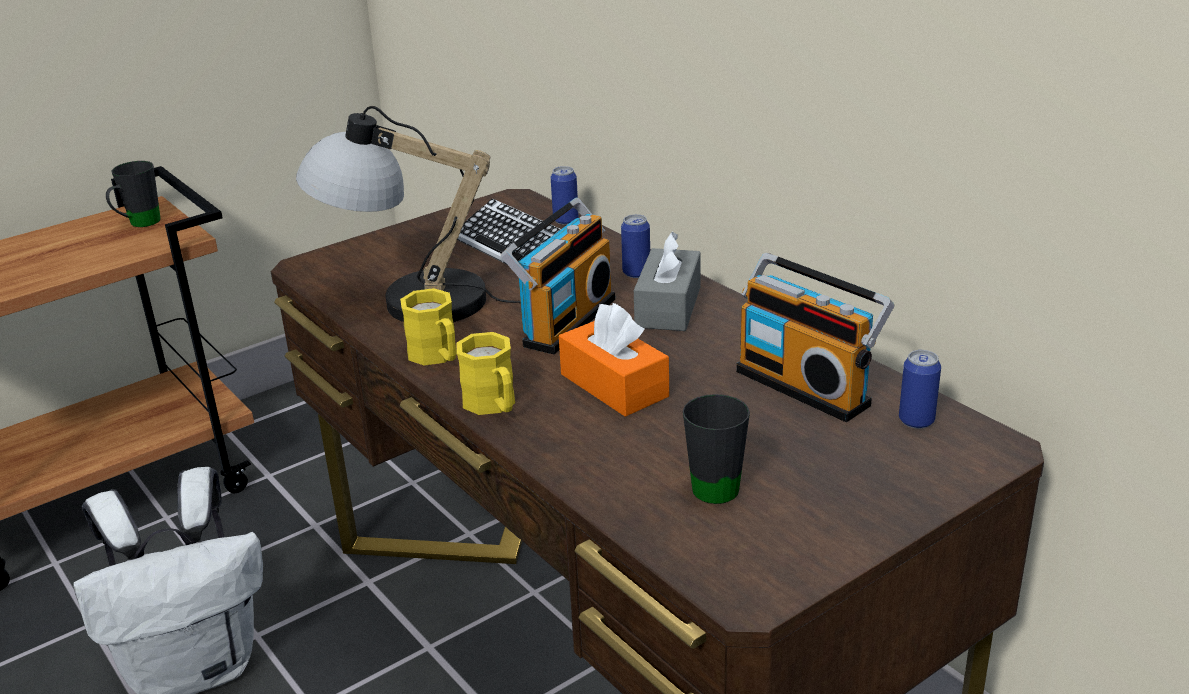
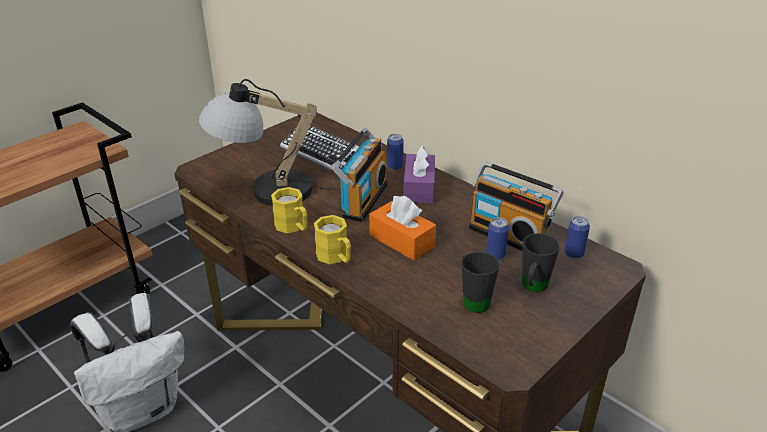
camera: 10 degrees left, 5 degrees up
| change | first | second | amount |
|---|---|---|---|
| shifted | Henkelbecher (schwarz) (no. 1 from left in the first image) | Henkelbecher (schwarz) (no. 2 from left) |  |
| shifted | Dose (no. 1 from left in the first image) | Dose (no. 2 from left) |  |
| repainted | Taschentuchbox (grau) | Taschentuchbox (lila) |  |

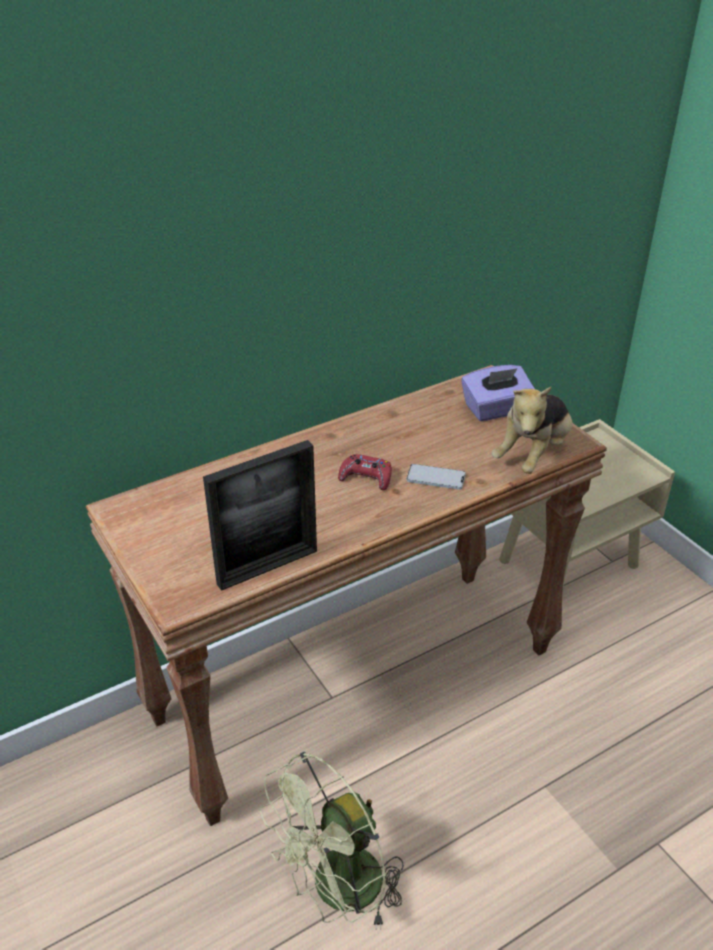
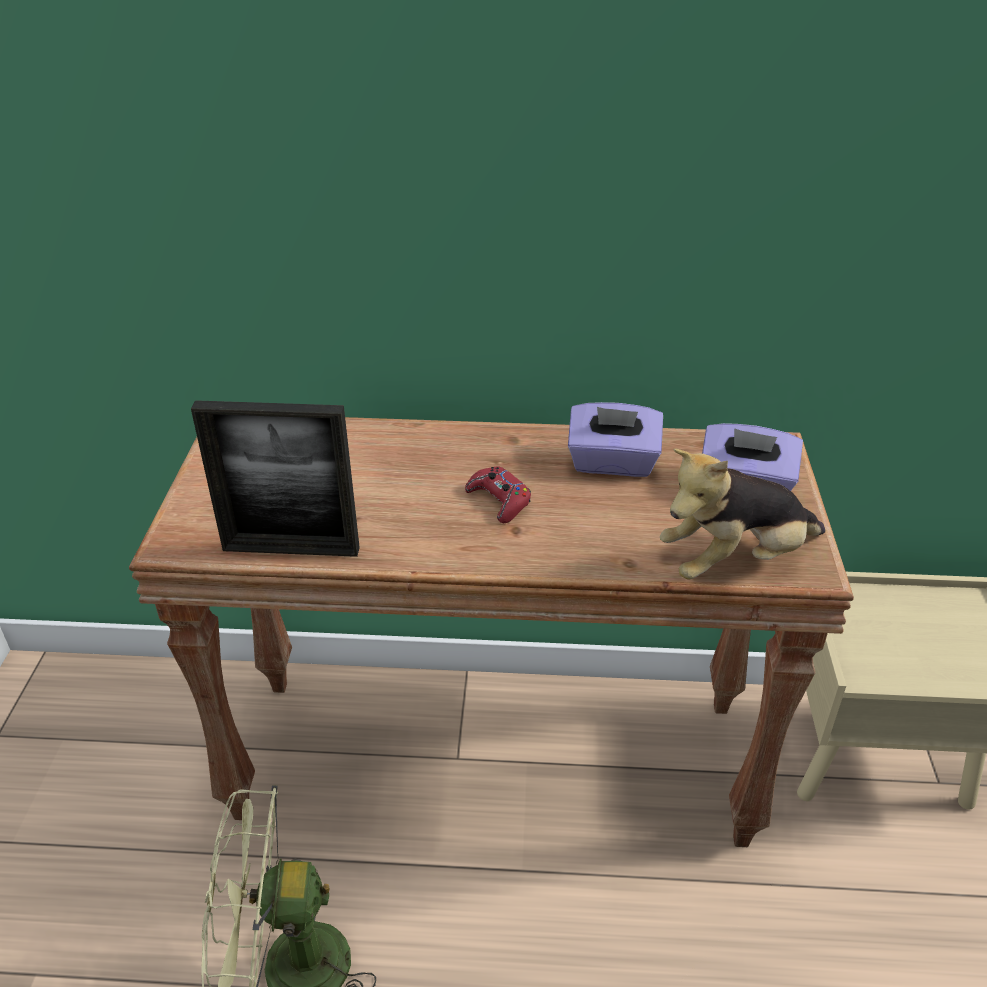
camera: 35 degrees right, 0 degrees up
| change | first | second | amount |
|---|---|---|---|
| gone | Handy |  |  |
| new |  | Taschentuchbox (lila) (no. 1 from left) |  |

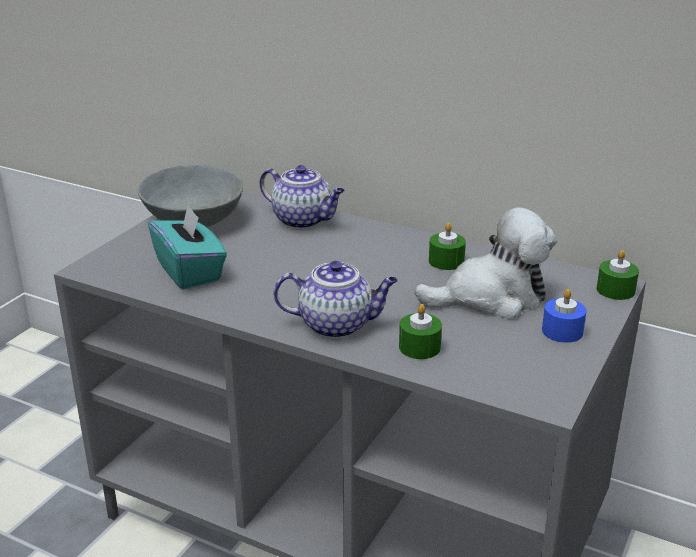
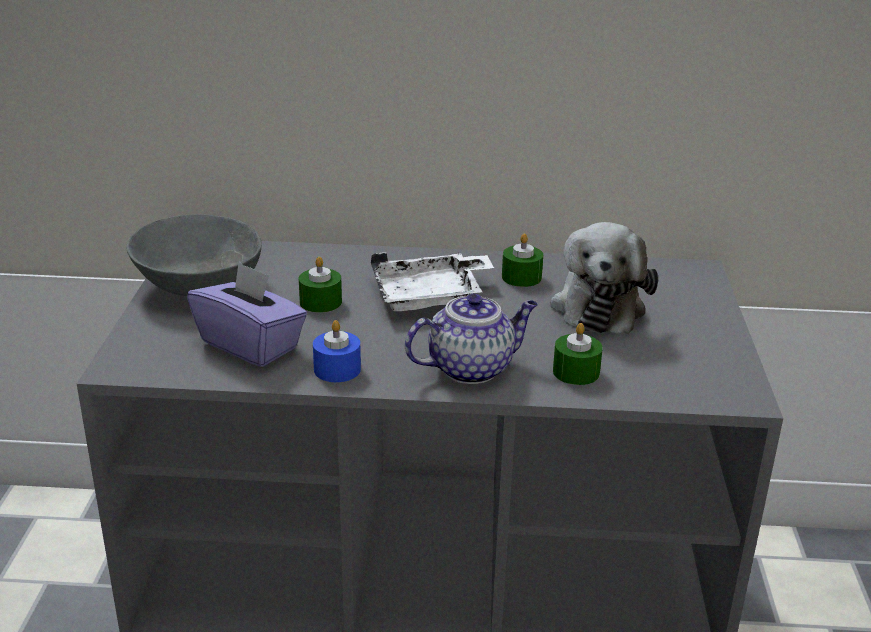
camera: 25 degrees left, 0 degrees up
| change | first | second | amount |
|---|---|---|---|
| gone | Teekanne (no. 1 from left) |  |  |
| repainted | Taschentuchbox (türkis) | Taschentuchbox (lila) |  |
| rotated | Plüschtier |  | 135 degrees clockwise |
| shifted | Kerze (grün) (no. 3 from left in the first image) | Kerze (grün) (no. 1 from left) |  |
| shifted | Kerze (blau) |  |  |
| new |  | Tablett (weiß) |  |

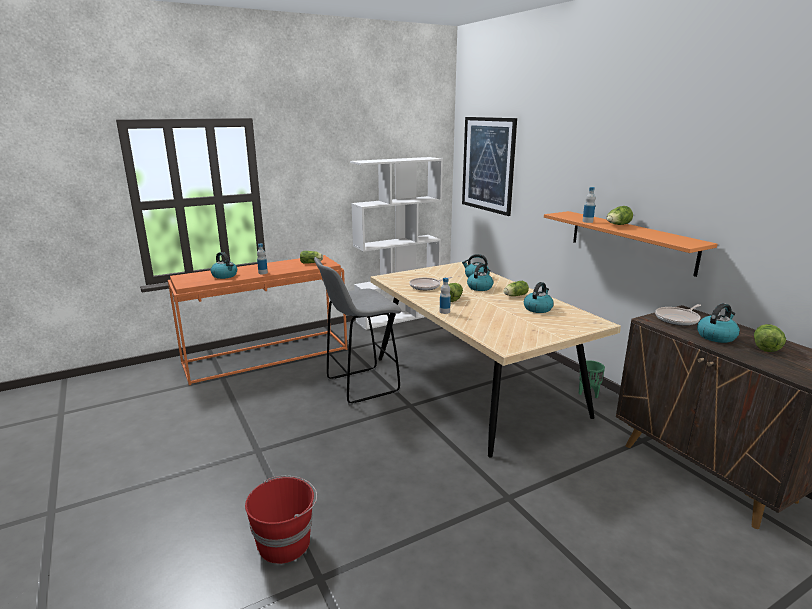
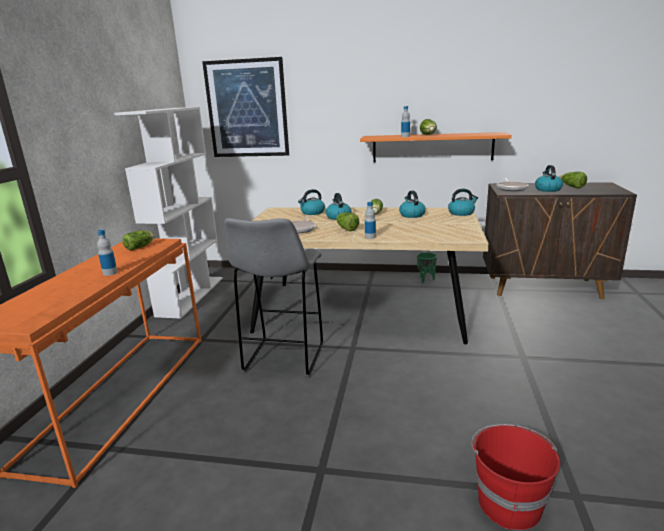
camera: 50 degrees left, 0 degrees up
| change | first | second | amount |
|---|---|---|---|
| shifted | Wasserkessel (no. 1 from left in the first image) | Wasserkessel (no. 4 from left) |  |

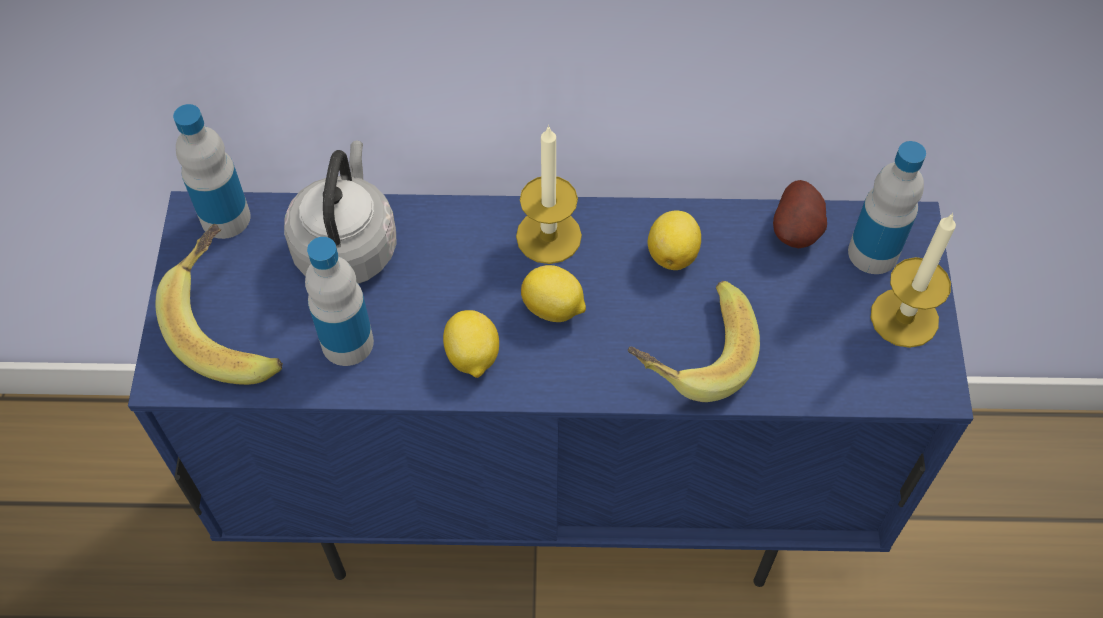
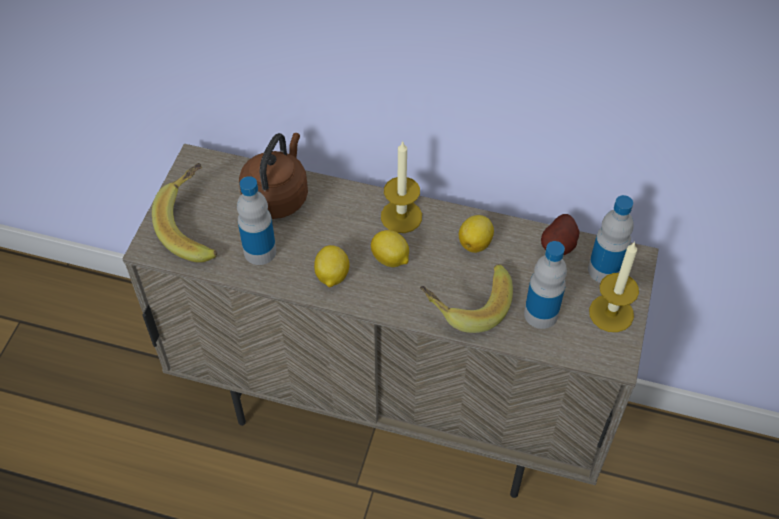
camera: 15 degrees right, 5 degrees down
| change | first | second | amount |
|---|---|---|---|
| shifted | Flasche (no. 1 from left in the first image) | Flasche (no. 2 from left) |  |
| repainted | Wasserkessel (grau) | Wasserkessel (braun) |  |
| repainted | Schrank (blau) | Schrank (beige) |  |

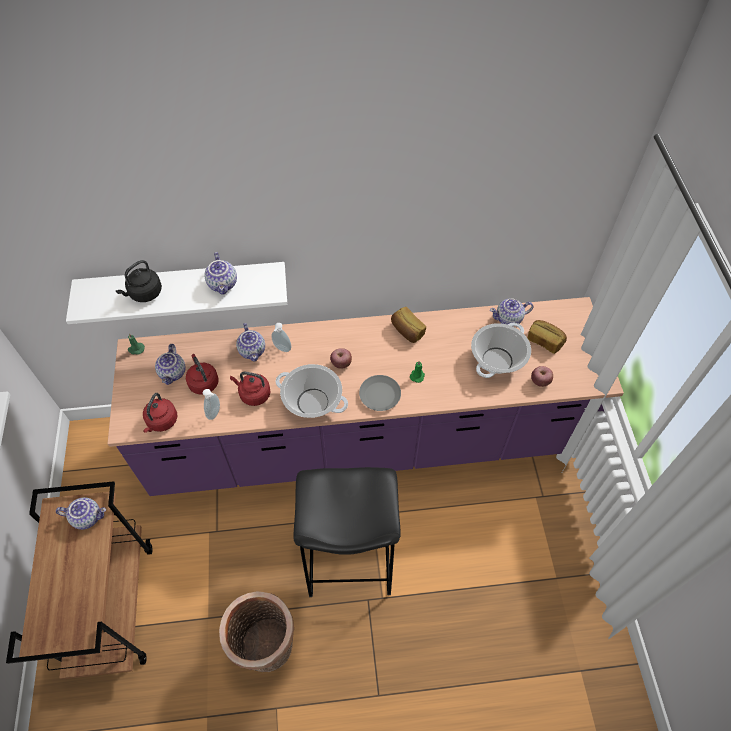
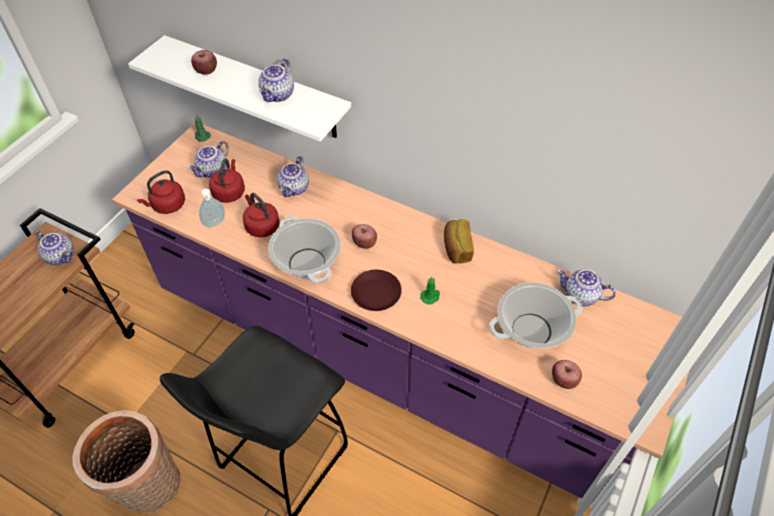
camera: 35 degrees right, 5 degrees down
| change | first | second | amount |
|---|---|---|---|
| swapped | Wasserkessel (schwarz) | Apfel (no. 1 from left) |  |
| gone | Brot (no. 2 from left) |  |  |
| gone | Seifenspender (no. 2 from left) |  |  |
| repainted | Teller (grau) | Teller (braun) |  |

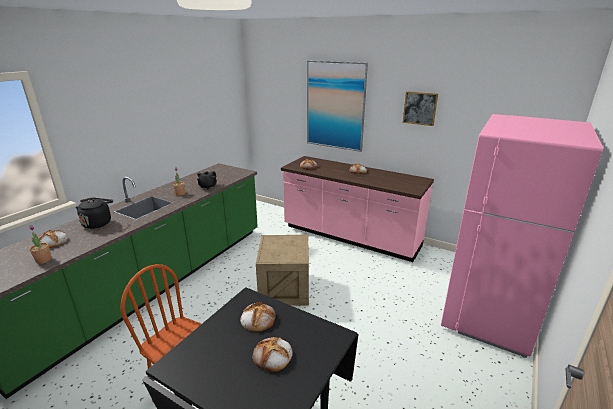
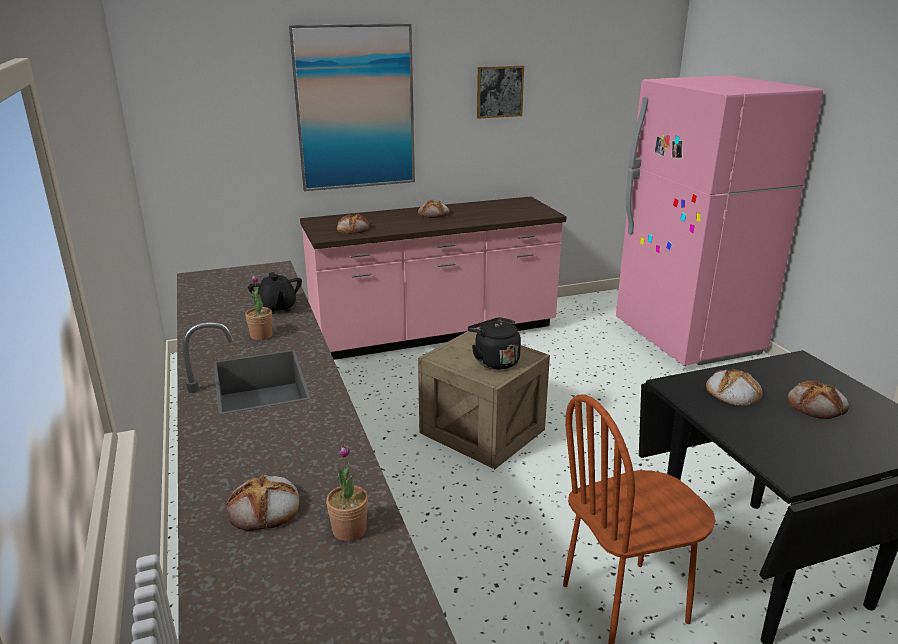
camera: 50 degrees left, 0 degrees up
| change | first | second | amount |
|---|---|---|---|
| shifted | Wasserkessel (schwarz) |  |  |

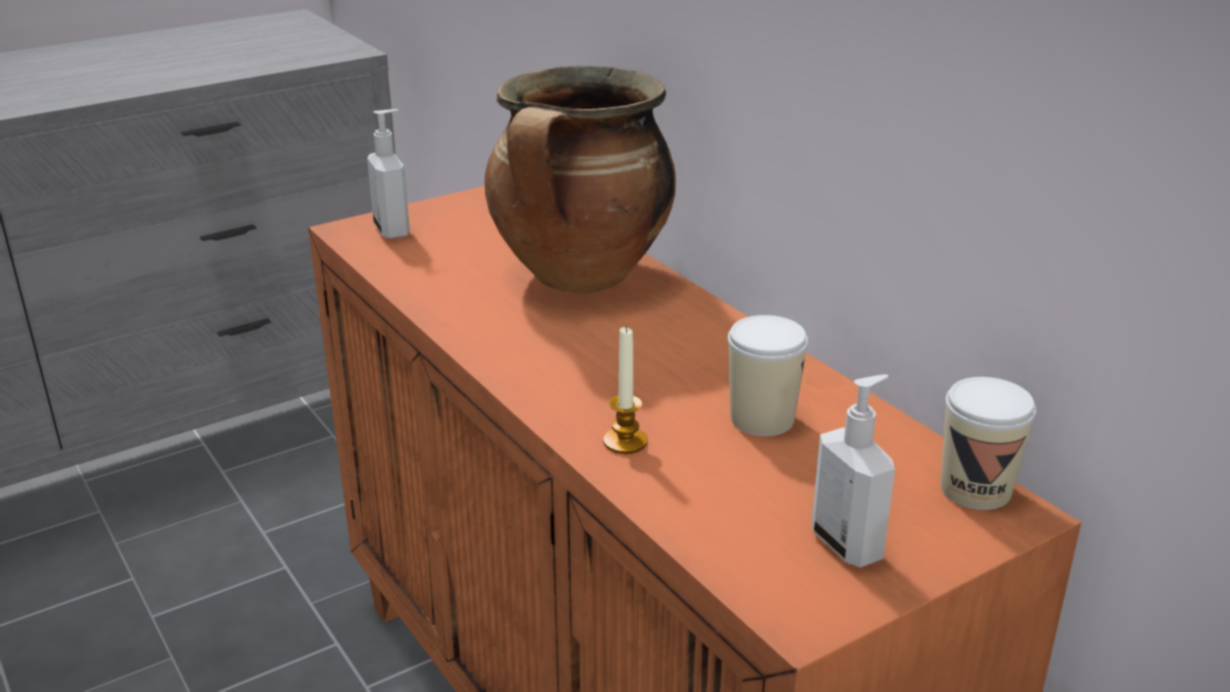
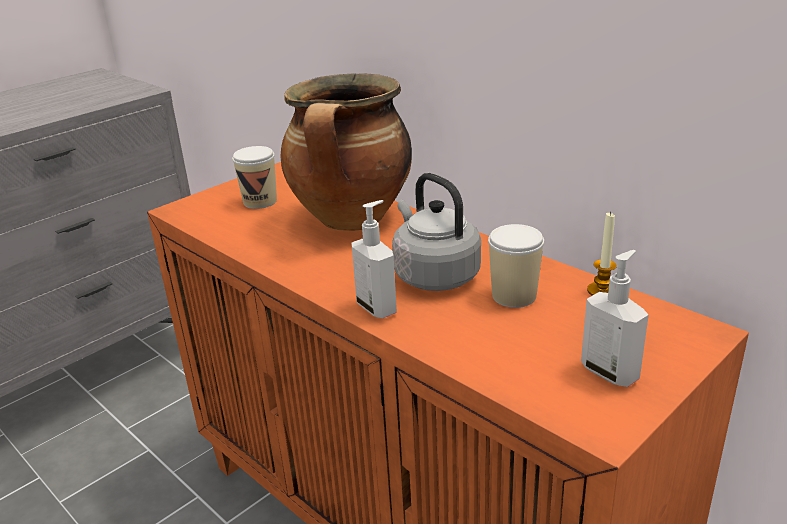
camera: 10 degrees left, 0 degrees up
| change | first | second | amount |
|---|---|---|---|
| shifted | Seifenspender (no. 1 from left) |  |  |
| shifted | Kerze |  |  |
| shifted | Tasse (no. 2 from left in the first image) | Tasse (no. 1 from left) |  |
| new |  | Wasserkessel (grau) |  |

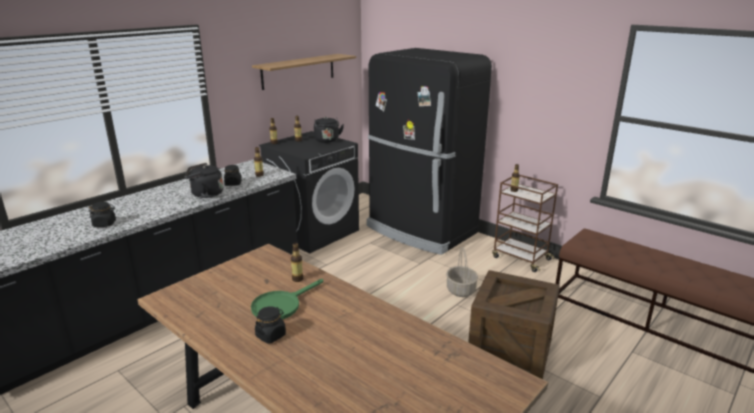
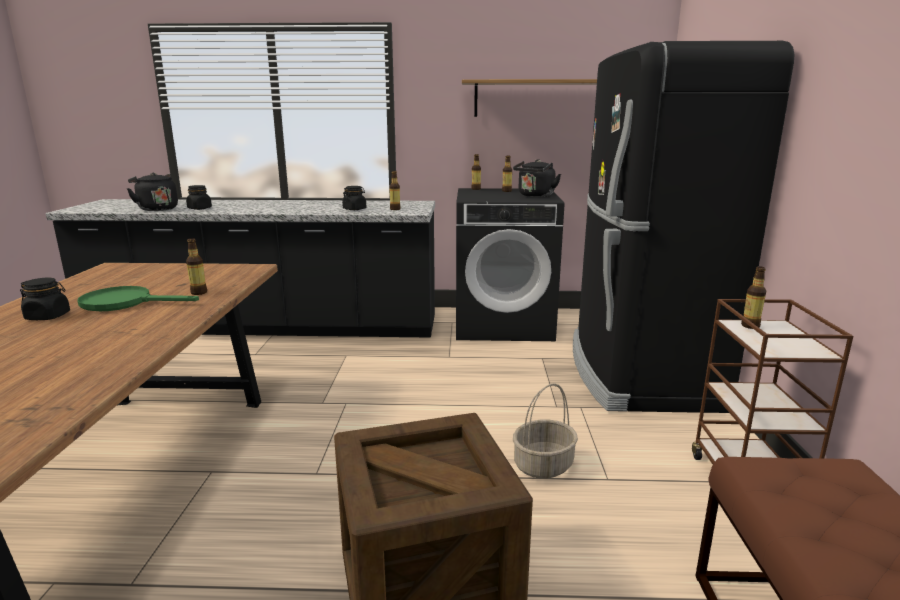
camera: 50 degrees right, 5 degrees down
| change | first | second | amount |
|---|---|---|---|
| shifted | Wasserkessel (schwarz) (no. 1 from left) |  |  |

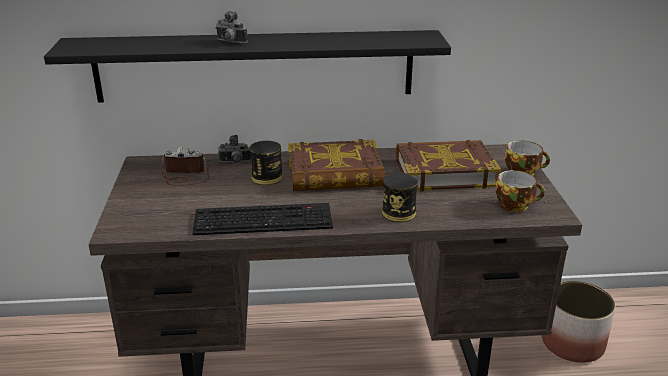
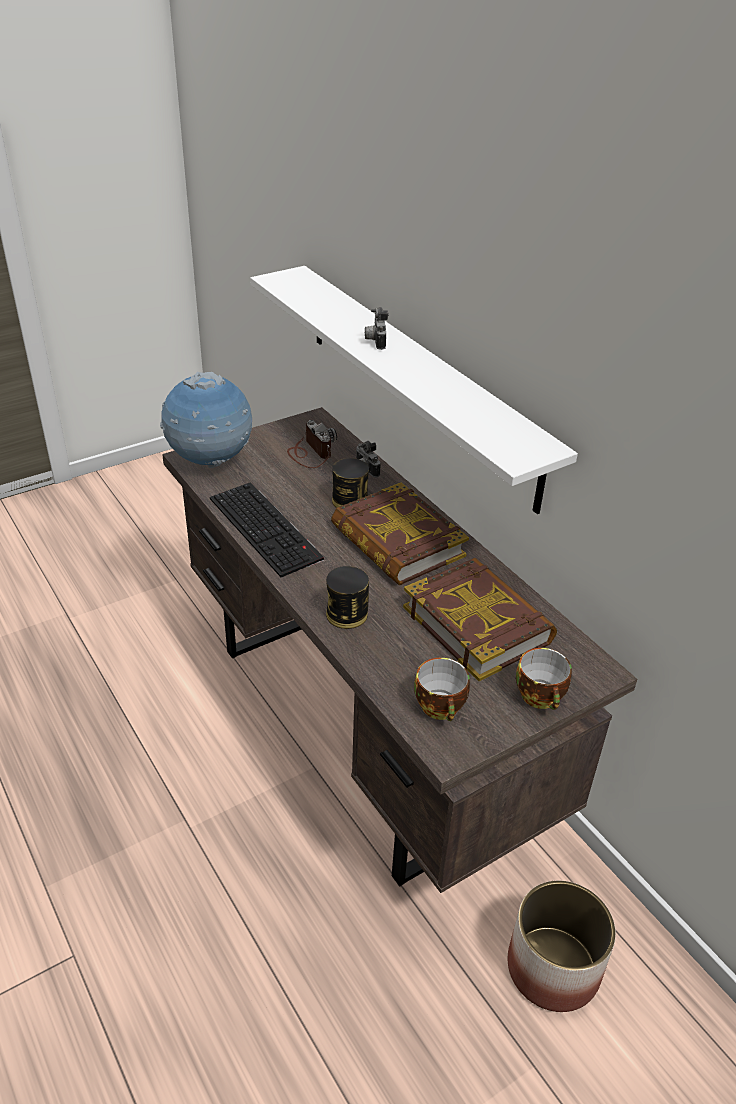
camera: 60 degrees right, 10 degrees up
| change | first | second | amount |
|---|---|---|---|
| repainted | Wandregal (schwarz) | Wandregal (weiß) |  |
| new |  | Globus |  |

